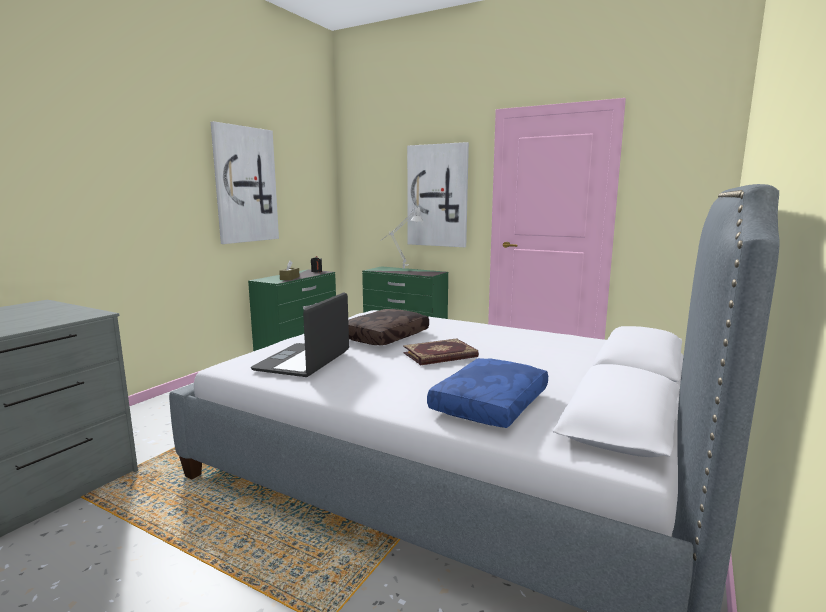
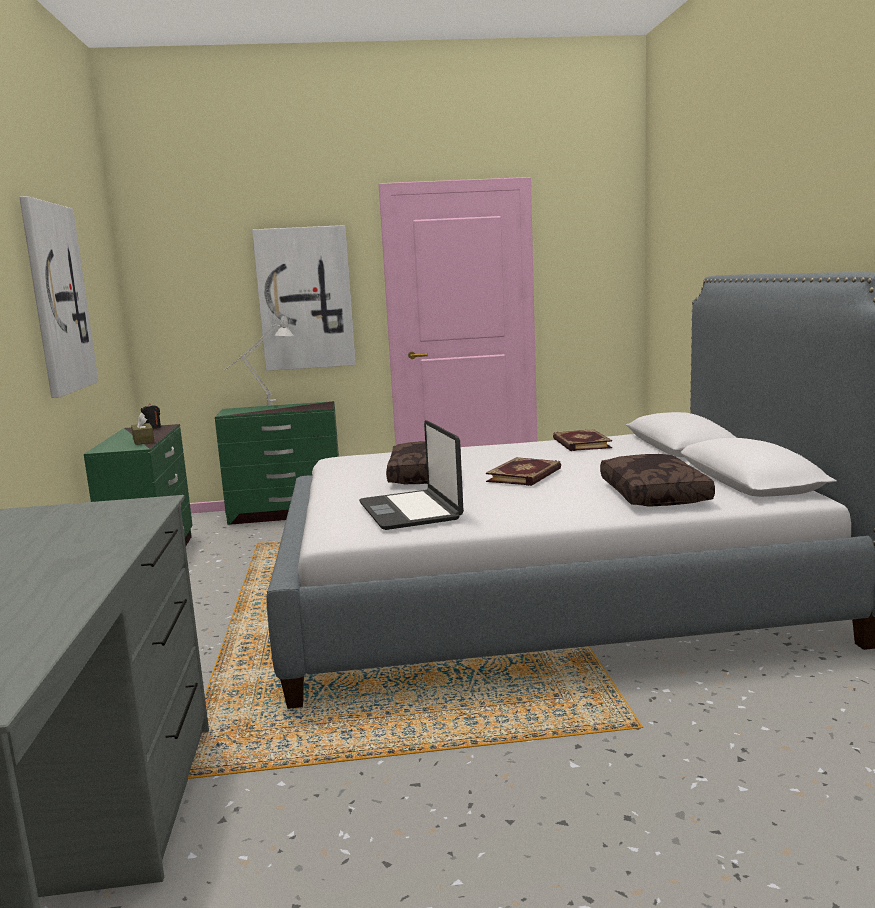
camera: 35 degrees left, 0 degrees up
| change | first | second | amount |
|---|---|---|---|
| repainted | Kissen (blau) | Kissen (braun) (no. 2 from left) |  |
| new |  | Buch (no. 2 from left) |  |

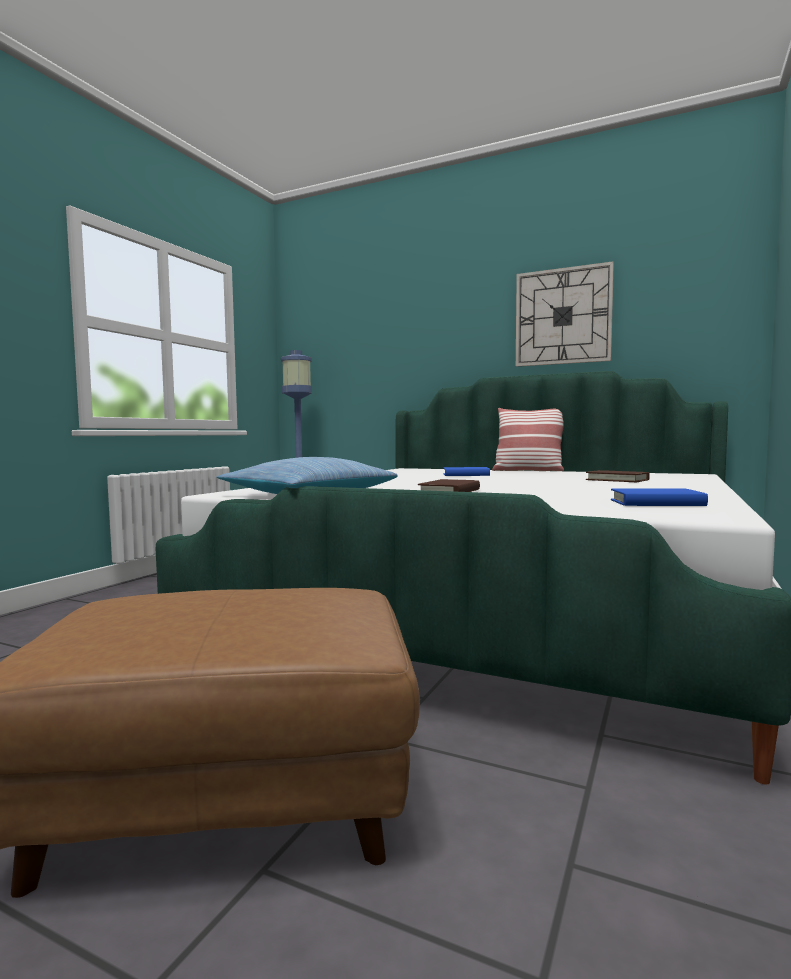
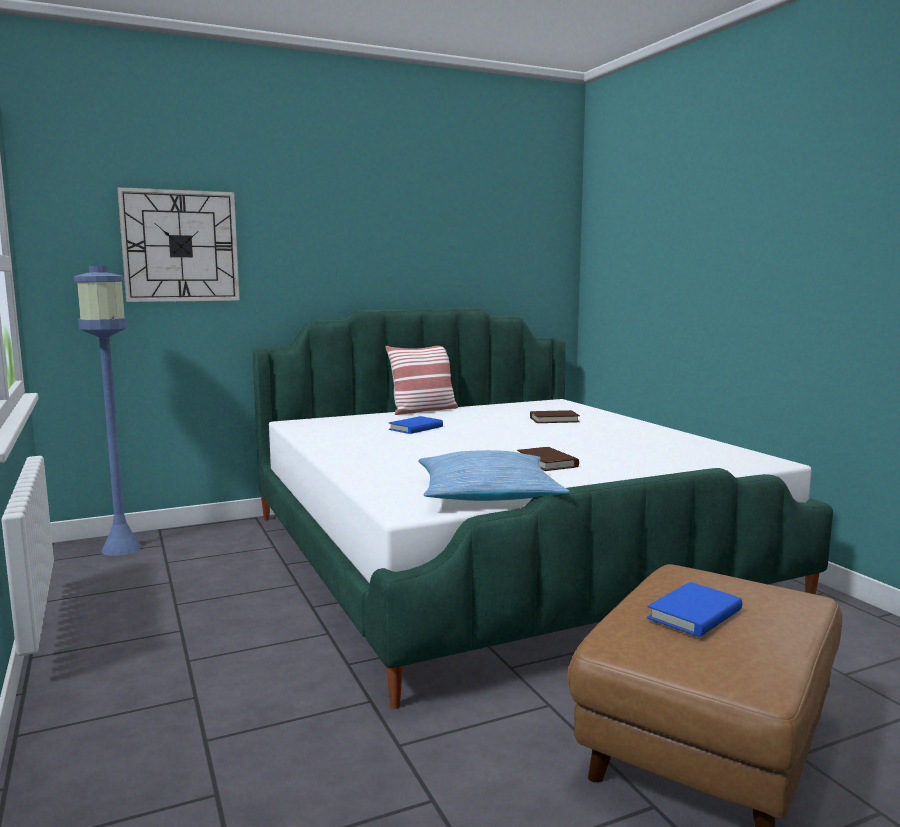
camera: 50 degrees left, 5 degrees up
| change | first | second | amount |
|---|---|---|---|
| shifted | Wanduhr |  |  |
| shifted | Buch (blau) (no. 2 from left) |  |  |

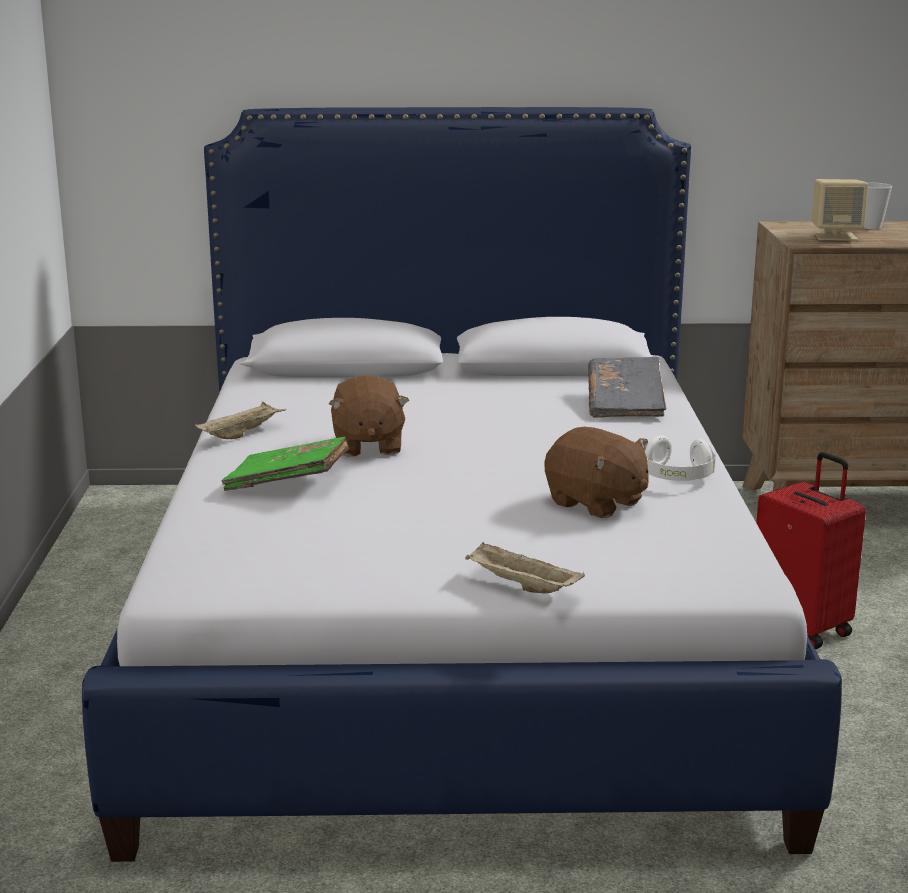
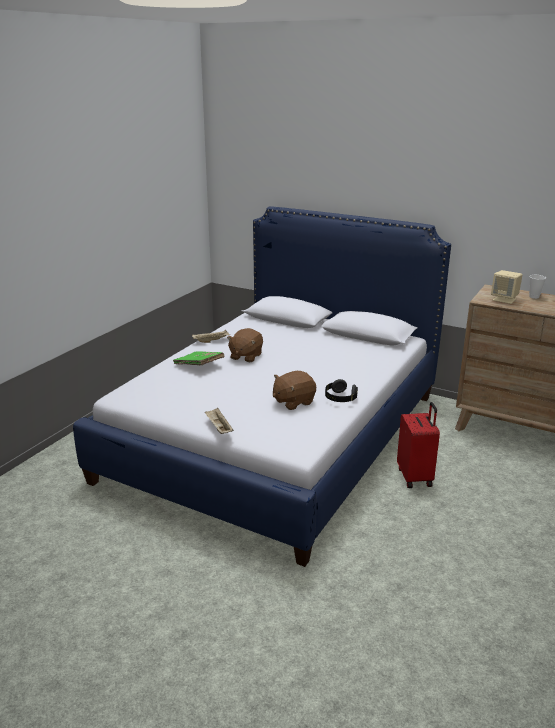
camera: 30 degrees right, 5 degrees up
| change | first | second | amount |
|---|---|---|---|
| gone | Buch (grau) |  |  |
| rotated | Plüschtier (braun) (no. 2 from left) |  | 75 degrees clockwise |
| repainted | Kopfhörer (weiß) | Kopfhörer (schwarz) |  |

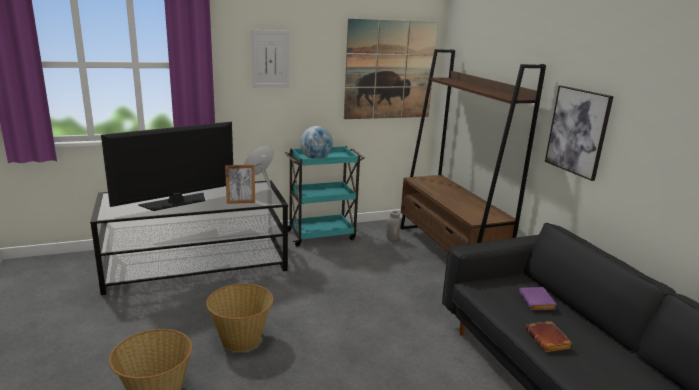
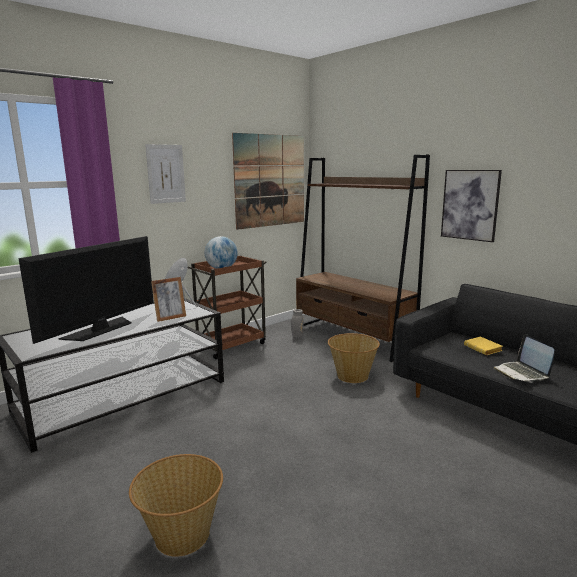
camera: 20 degrees left, 5 degrees down
| change | first | second | amount |
|---|---|---|---|
| repainted | Rollwagen (türkis) | Rollwagen (braun) |  |
| shifted | Korb (no. 2 from left) |  |  |
| repainted | Buch (lila) | Buch (gelb) |  |
| swapped | Buch (braun) | Laptop |  |

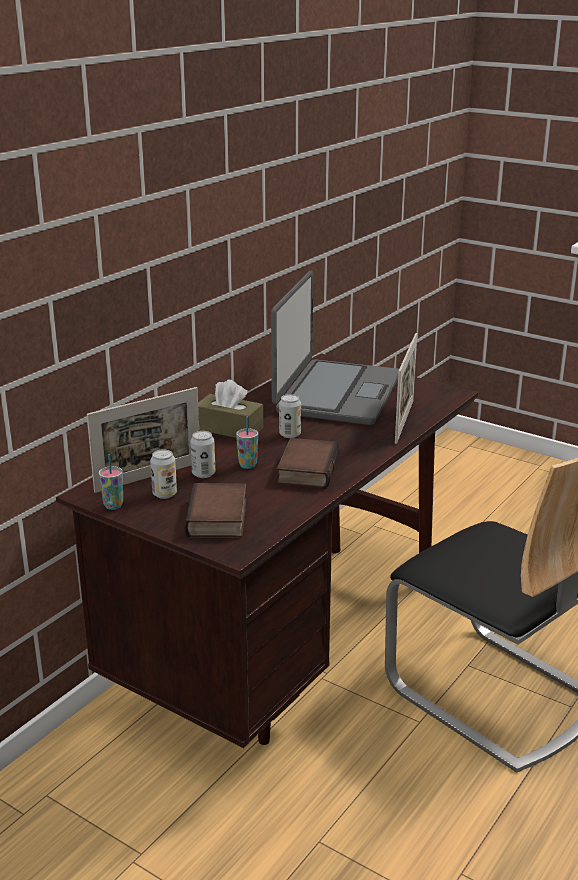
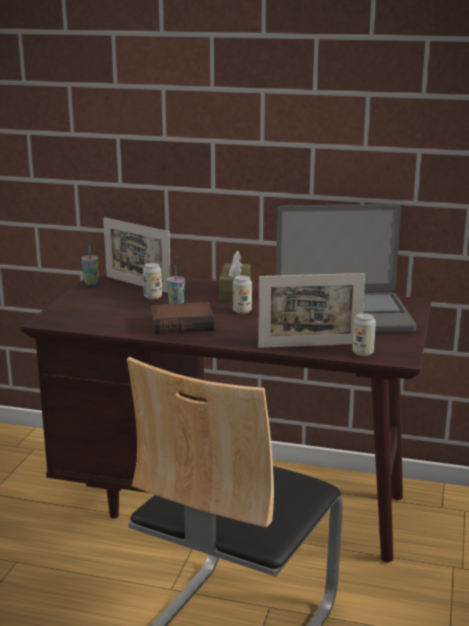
camera: 70 degrees right, 5 degrees down
| change | first | second | amount |
|---|---|---|---|
| shifted | Dose (no. 1 from left in the first image) | Dose (no. 3 from left) |  |
| gone | Buch (no. 1 from left) |  |  |

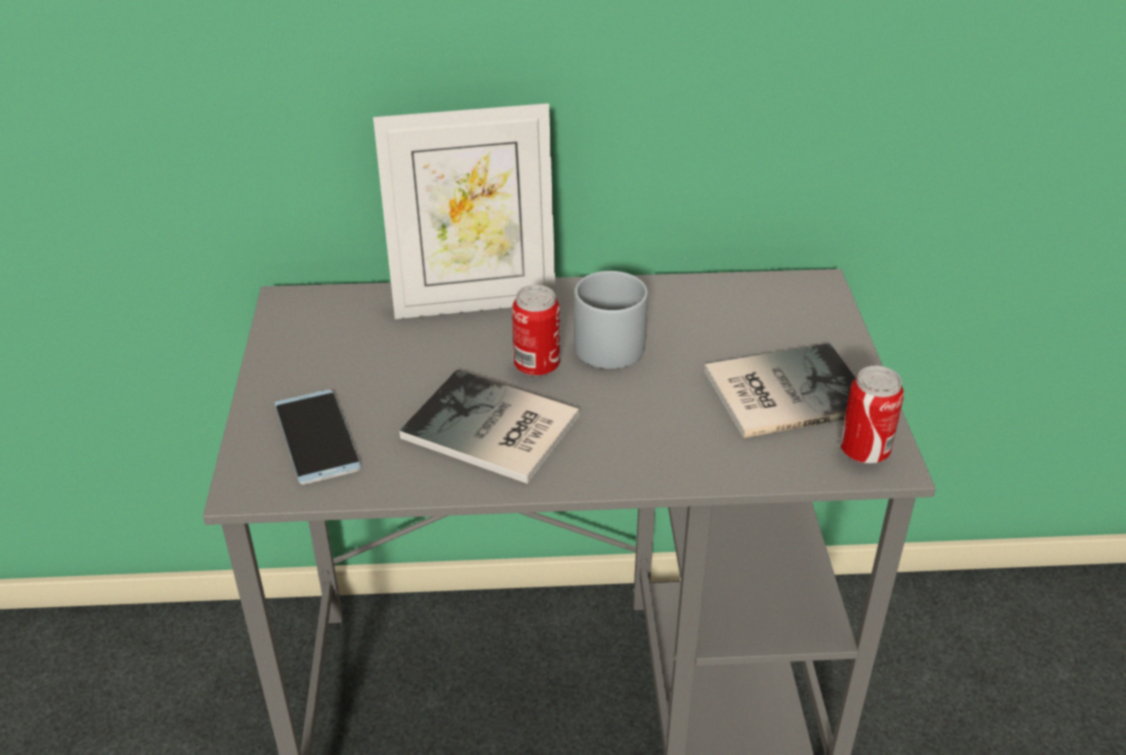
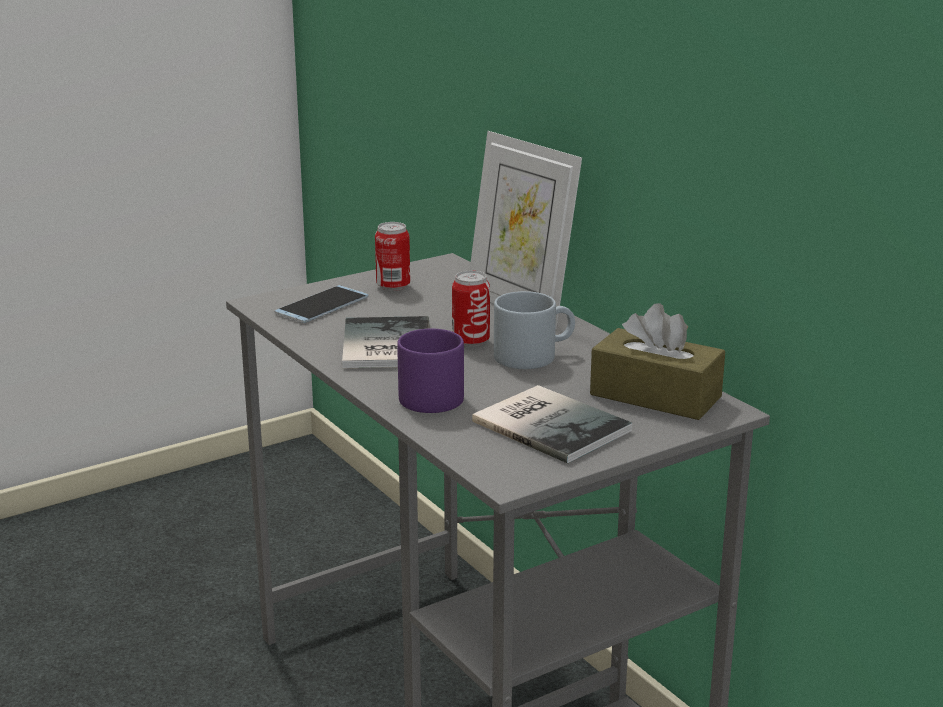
camera: 60 degrees right, 15 degrees down
| change | first | second | amount |
|---|---|---|---|
| shifted | Dose (no. 2 from left in the first image) | Dose (no. 1 from left) |  |
| new |  | Taschentuchbox (braun) |  |
| new |  | Henkelbecher (lila) |  |

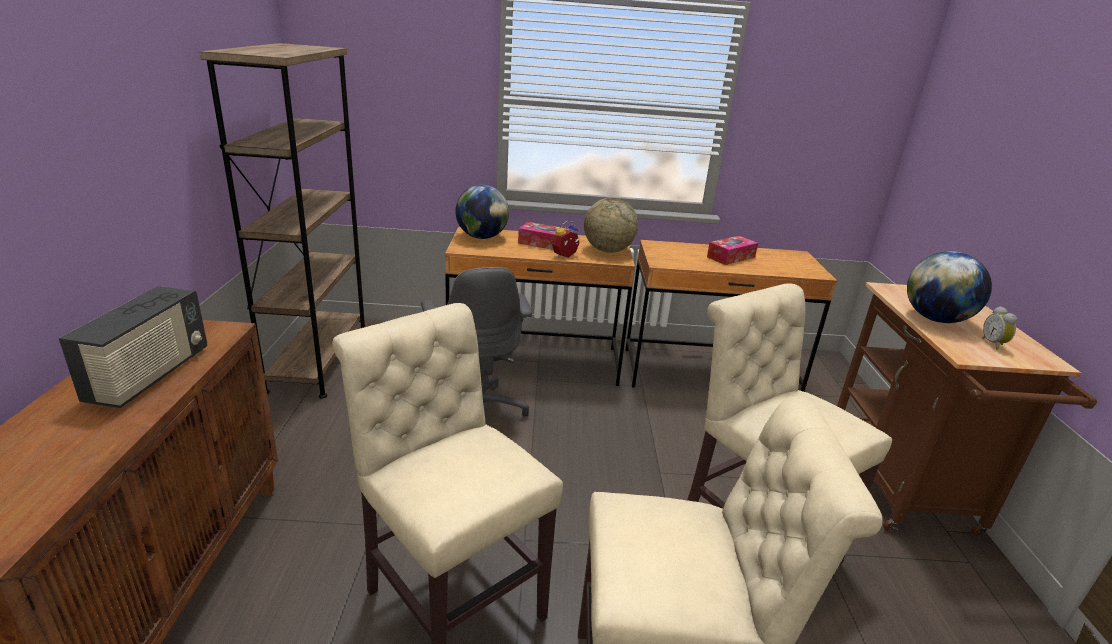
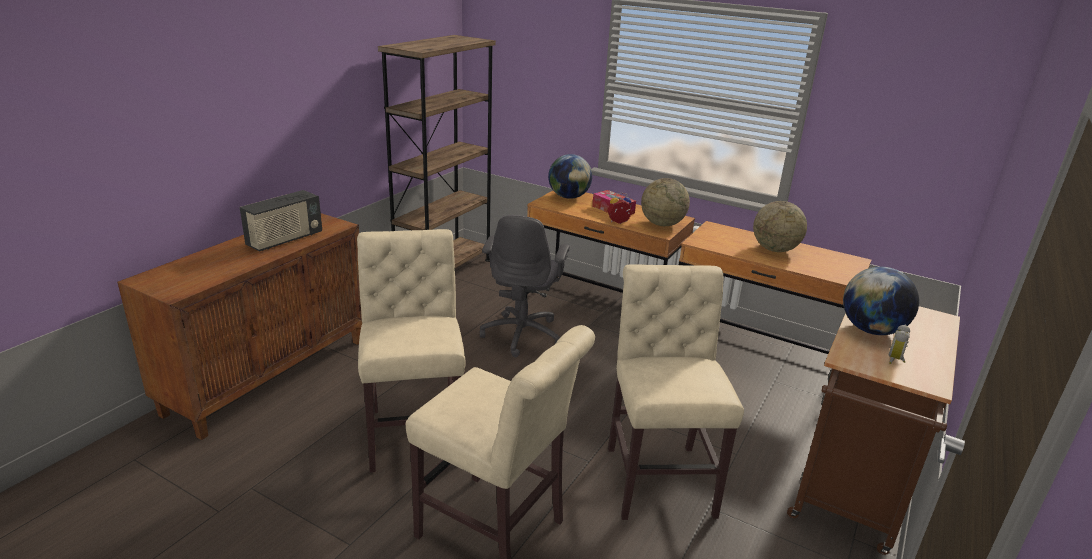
camera: 30 degrees right, 0 degrees up
| change | first | second | amount |
|---|---|---|---|
| swapped | Taschentuchbox (no. 2 from left) | Globus (no. 3 from left) |  |

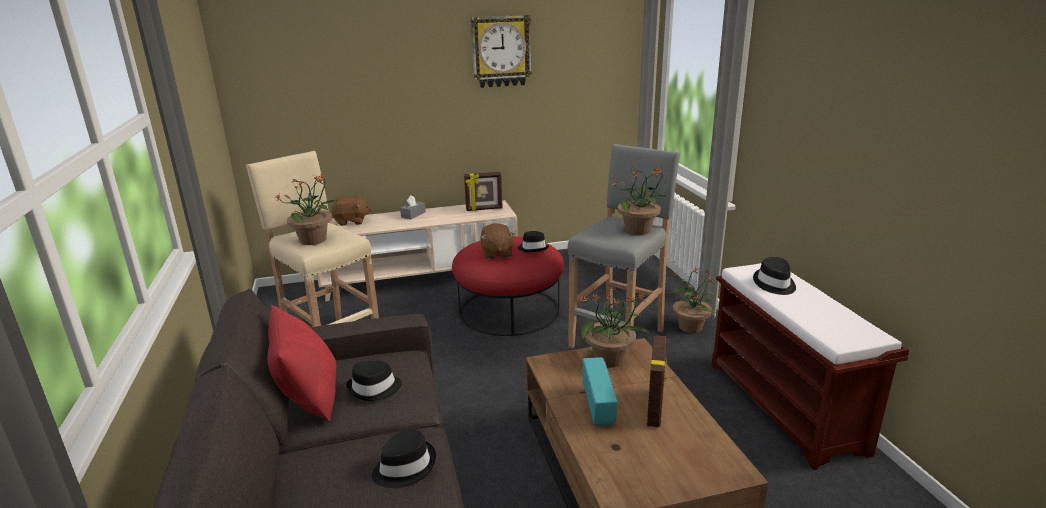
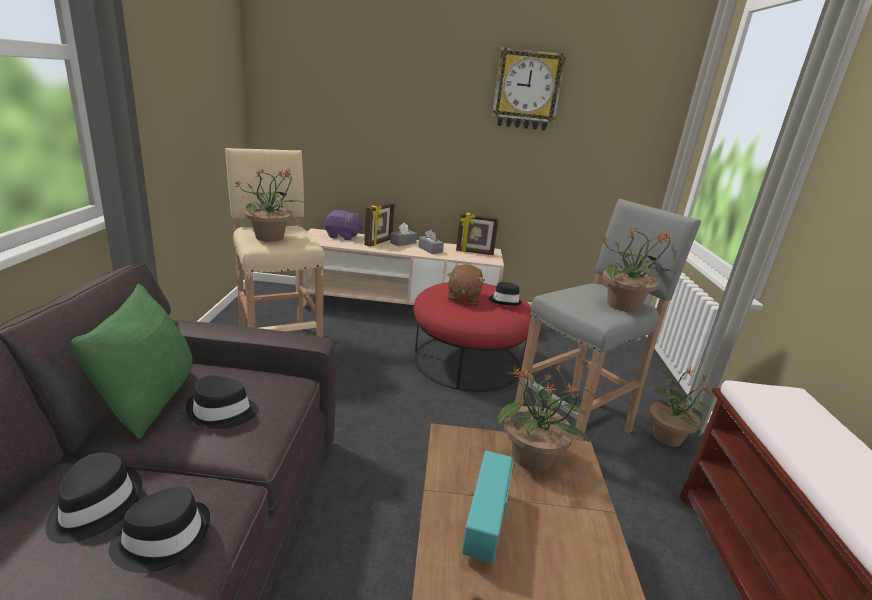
camera: 15 degrees right, 0 degrees up
| change | first | second | amount |
|---|---|---|---|
| repainted | Plüschtier (braun) (no. 1 from left) | Plüschtier (lila) |  |
| shifted | Hut (schwarz) (no. 4 from left in the first image) | Hut (schwarz) (no. 1 from left) |  |
| repainted | Kissen (rot) | Kissen (grün) |  |
| shifted | Bilderrahmen (no. 2 from left in the first image) | Bilderrahmen (no. 1 from left) |  |
| new |  | Taschentuchbox (grau) (no. 2 from left) |  |

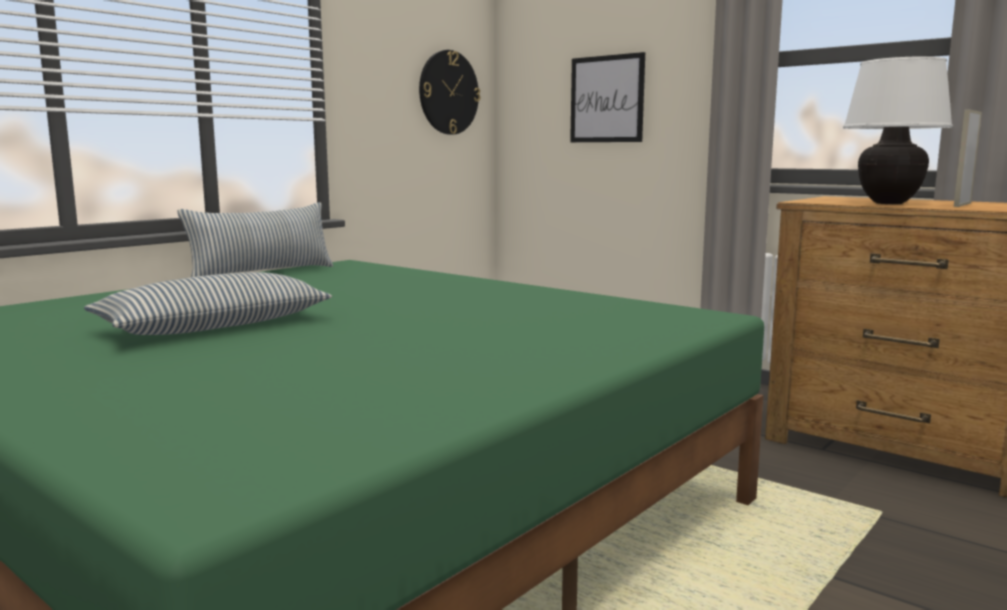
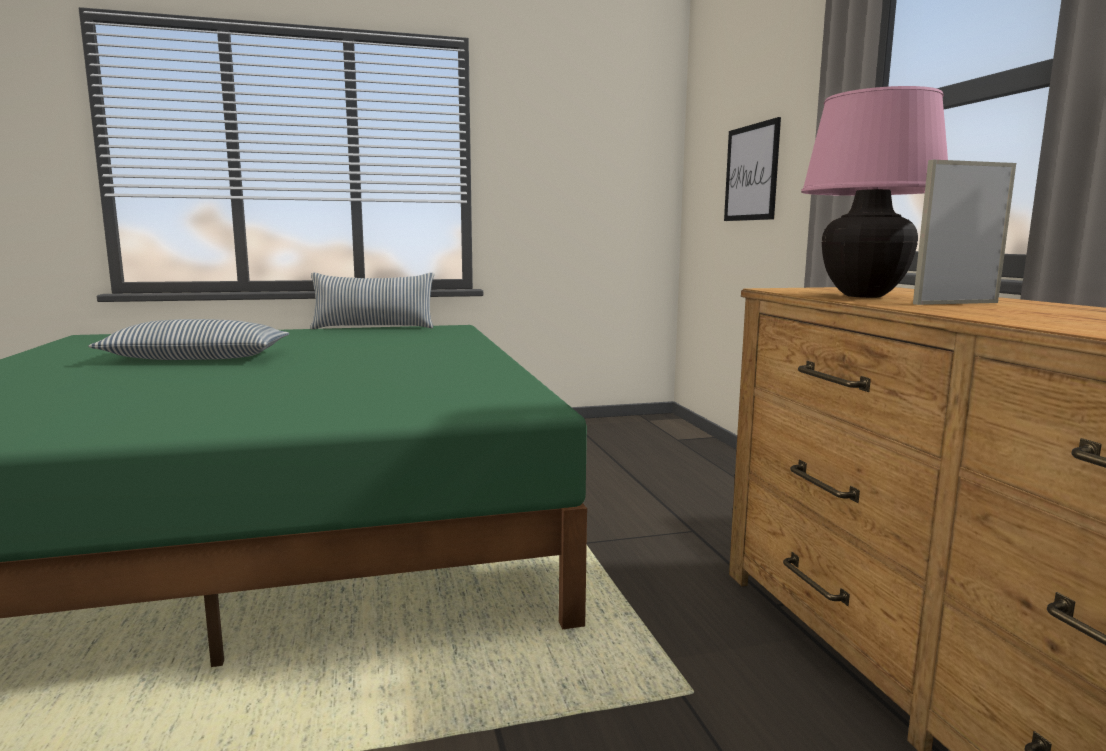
camera: 35 degrees right, 0 degrees up
| change | first | second | amount |
|---|---|---|---|
| gone | Wanduhr |  |  |
| repainted | Tischlampe (weiß) | Tischlampe (rosa) |  |

